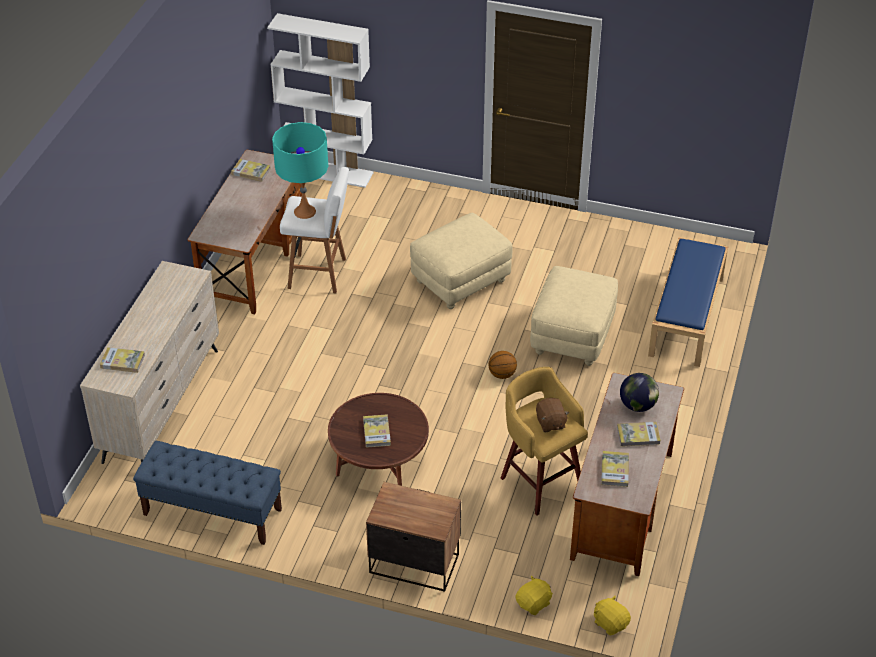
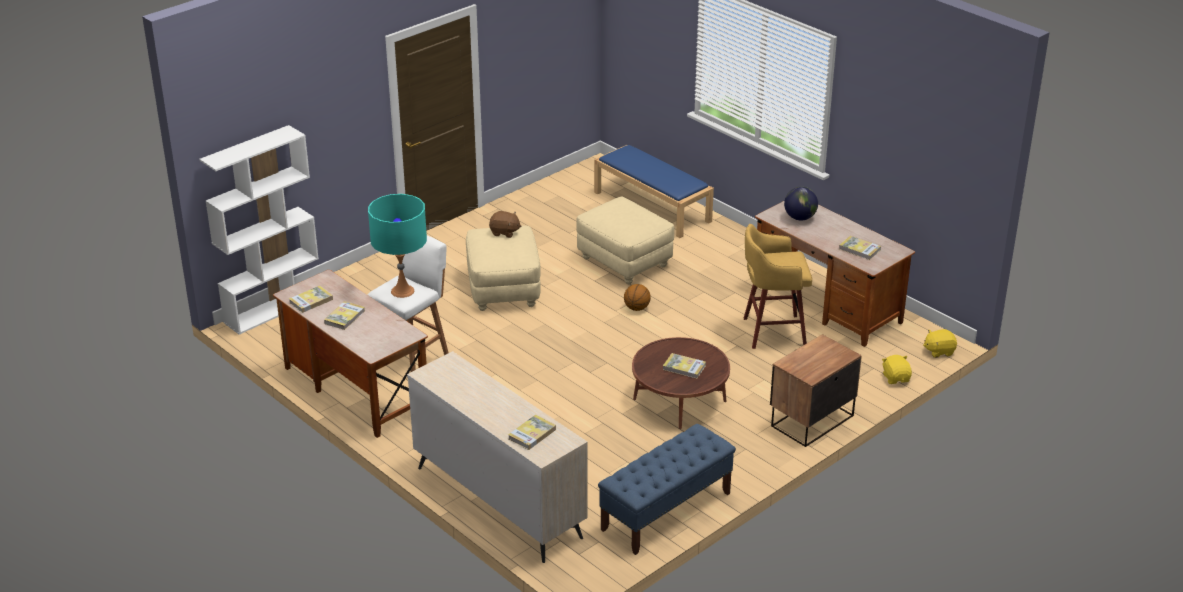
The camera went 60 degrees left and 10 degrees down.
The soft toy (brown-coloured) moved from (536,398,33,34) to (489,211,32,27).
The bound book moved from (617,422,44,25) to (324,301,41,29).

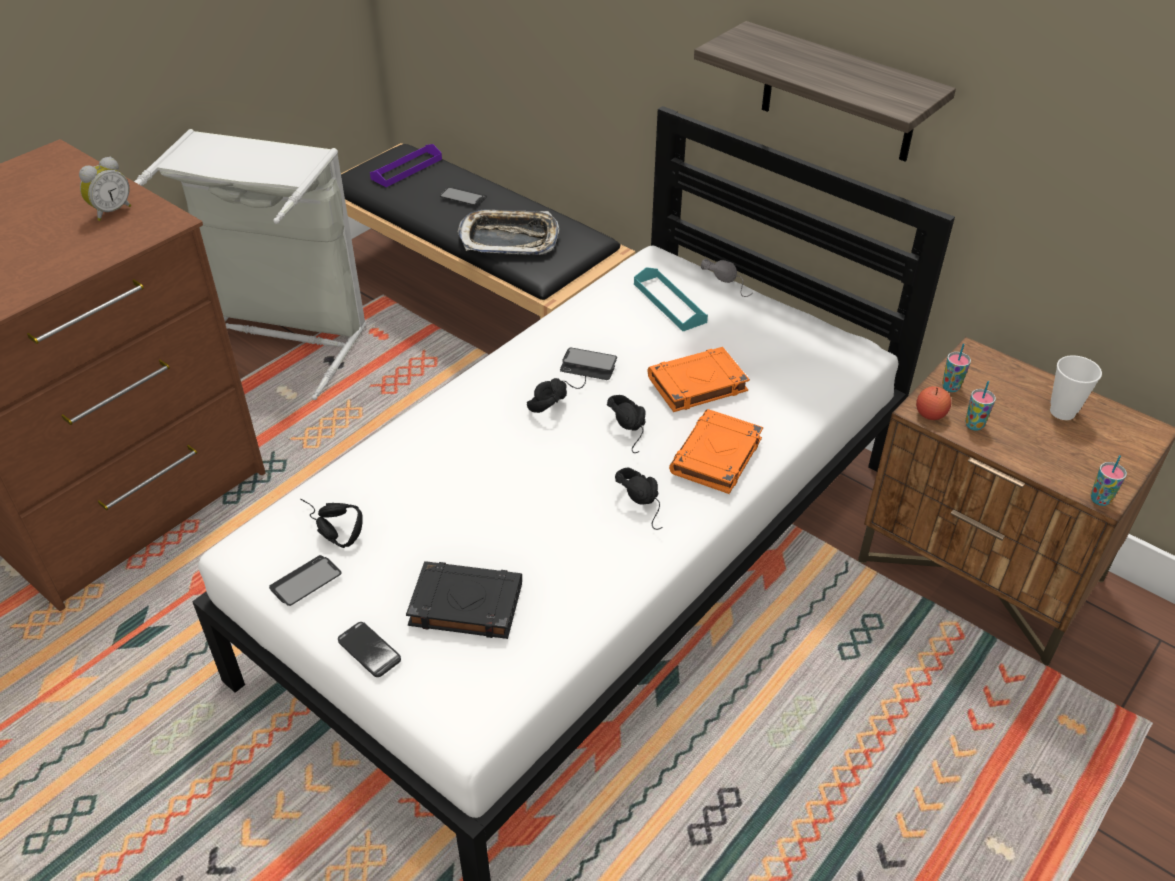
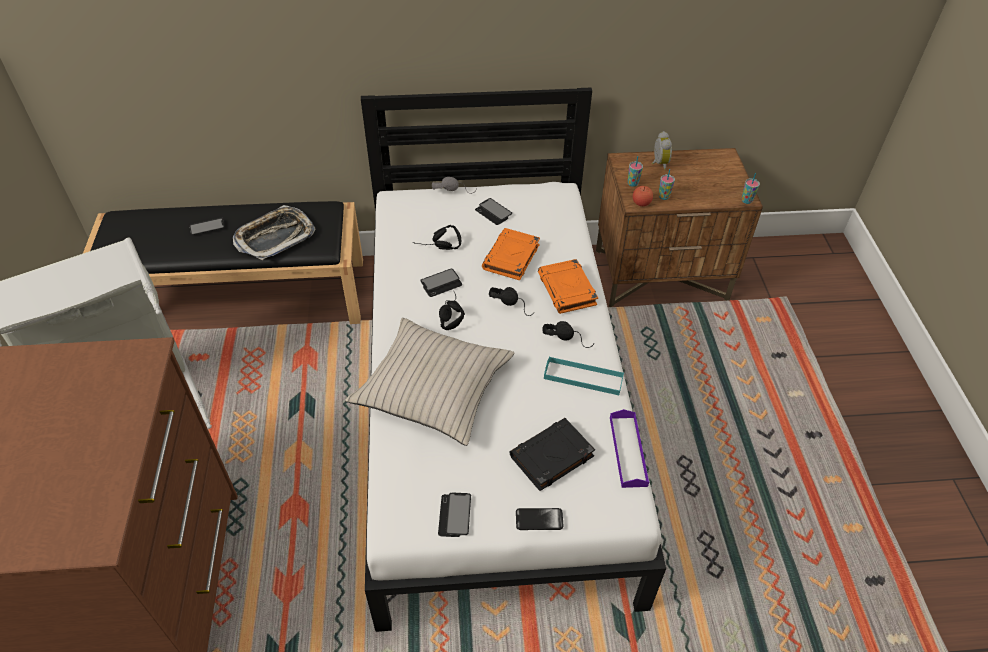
The camera went 45 degrees left and 5 degrees up.
The shelf at (694,21,262,140) disappeared.
The drinking cup at (1050,355,52,65) disappeared.
The throw pillow (beige-coloured) at (346,318,168,128) appeared.
The telephone at (475,198,37,27) appeared.
The bedside clock moved from (79,157,52,64) to (652,131,20,39).
The pair of headphones (blackish) moved from (301,499,61,49) to (413,225,48,25).
The carrying tray (purplish) moved from (370,144,72,43) to (610,409,39,79).
The carrying tray (turquoise) moved from (634,267,74,64) to (544,356,80,39).

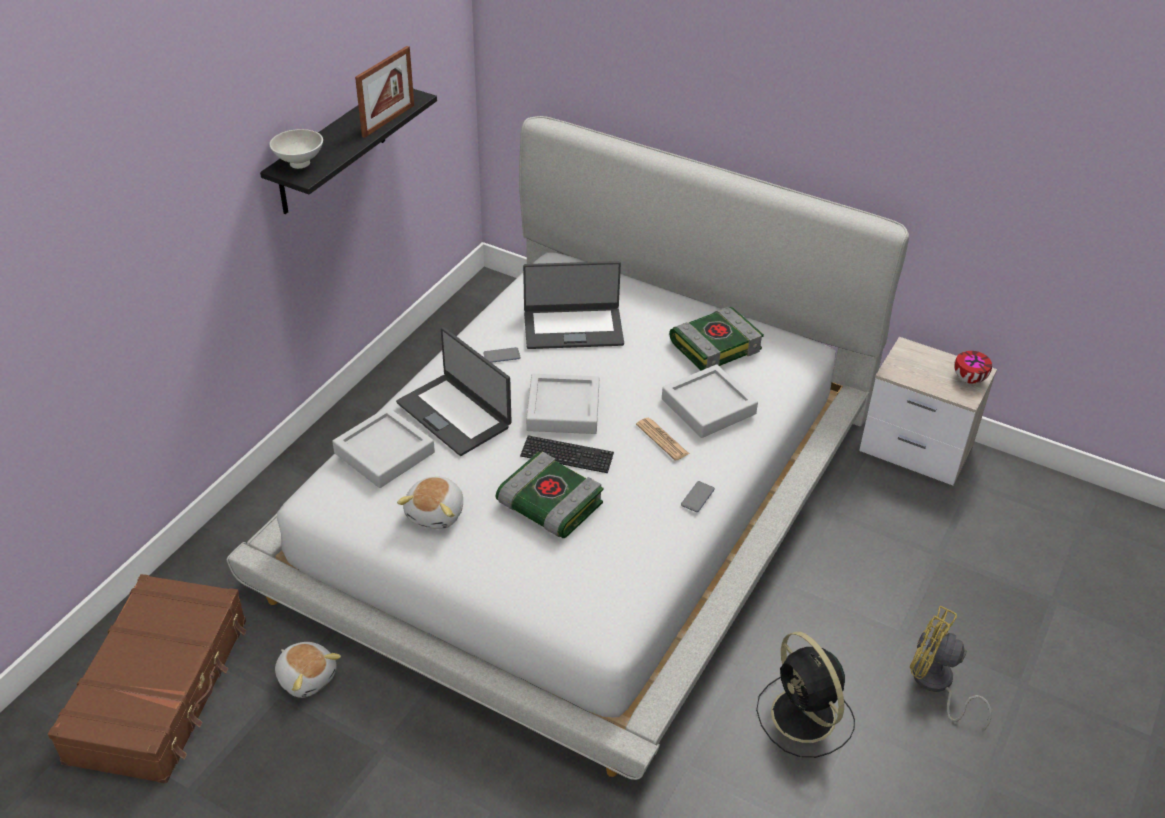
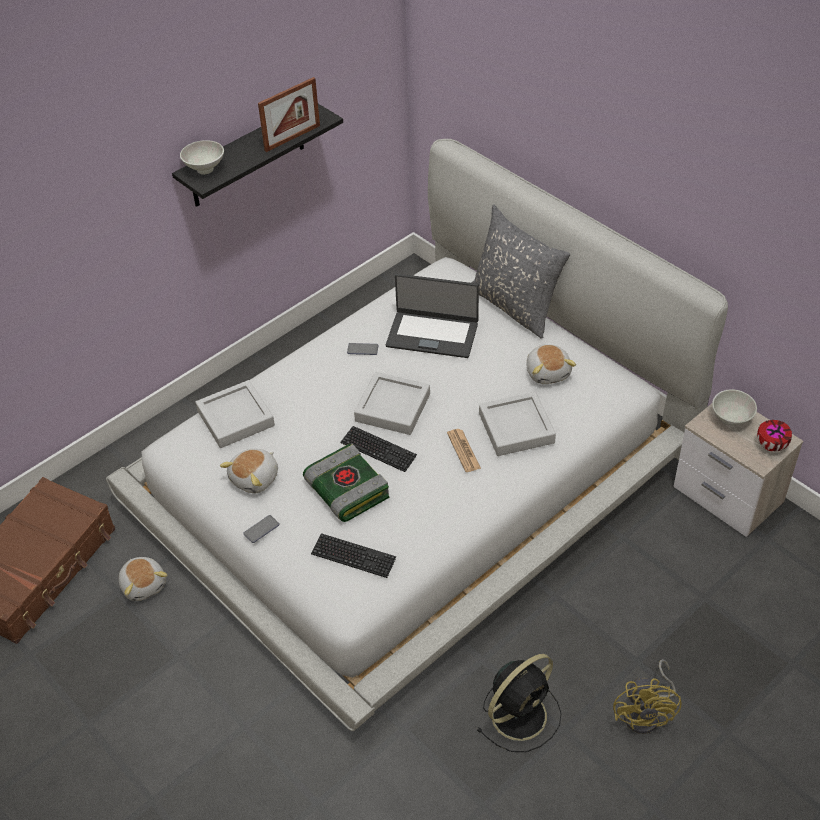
The camera went 20 degrees right and 5 degrees up.
The laptop at (396,327,116,129) disappeared.
The keyboard at (311,533,85,45) appeared.
The throw pillow (gray) at (471,205,99,134) appeared.
The deep dish (whitish) at (712,389,45,36) appeared.
The telephone moved from (681,481,34,31) to (243,515,37,28).
The bound book at (669,307,95,64) was replaced by the soft toy at (526,344,50,40).
The electric fan (blackish) at (756,631,99,127) turned 120 degrees counterclockwise.
The electric fan (yellow) at (910,606,82,125) turned 135 degrees counterclockwise.

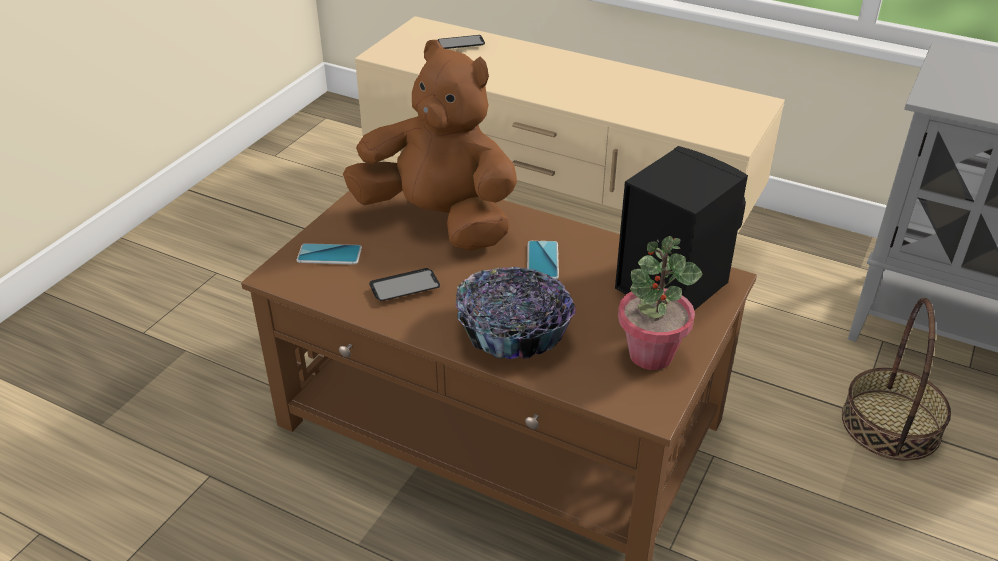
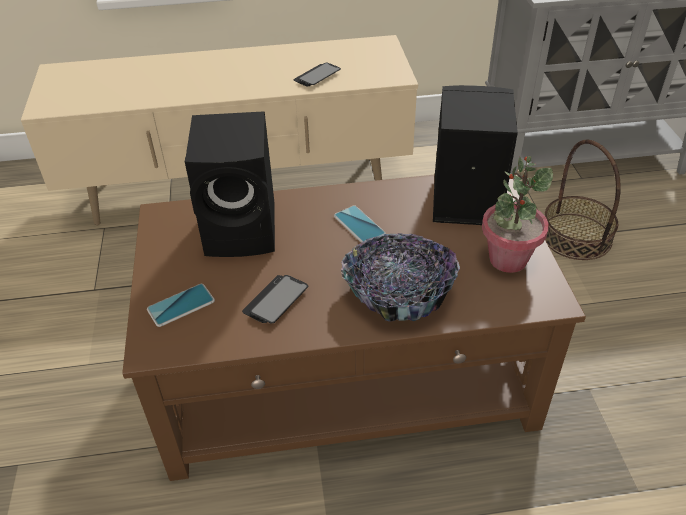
The camera went 35 degrees left and 5 degrees up.
The telephone moved from (438,35,47,14) to (293,62,48,24).
The soft toy (brown-coloured) at (343,40,174,211) was replaced by the speaker (blackish) at (185,111,90,146).

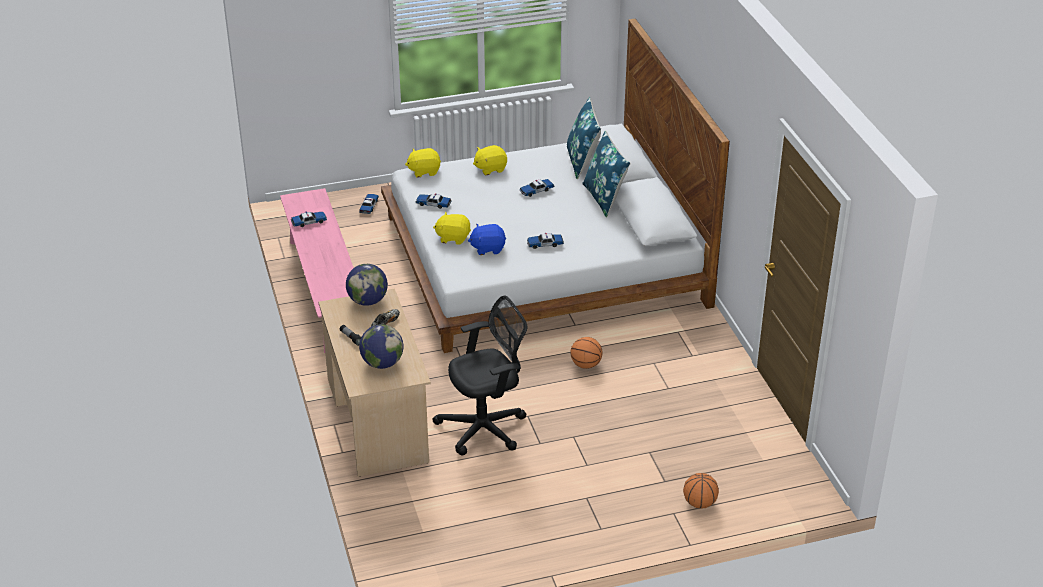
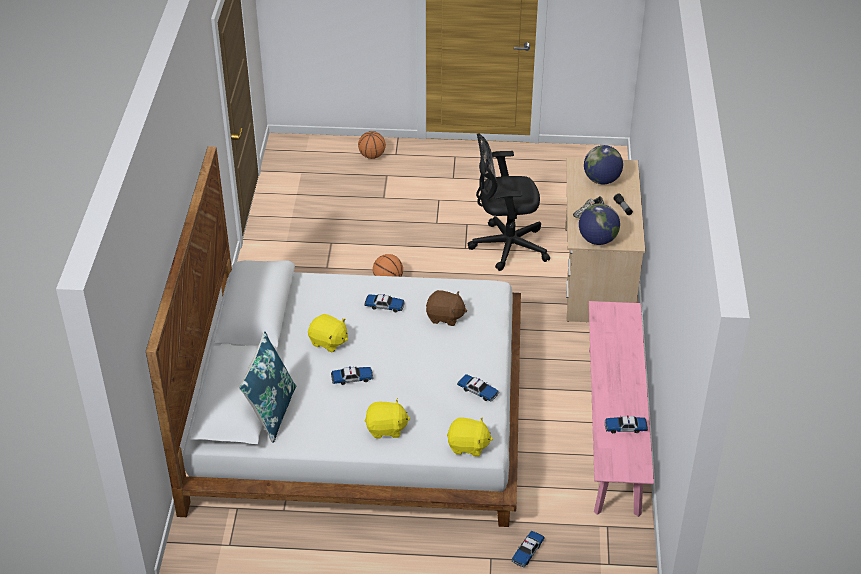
The camera went 160 degrees left and 5 degrees up.
The throw pillow (bluish) at (583,131,47,86) disappeared.
The soft toy (yellow) moved from (433,212,38,33) to (308,314,40,38).
The soft toy (bluish) at (468,224,38,31) became the soft toy (brown-coloured) at (426,290,41,36).

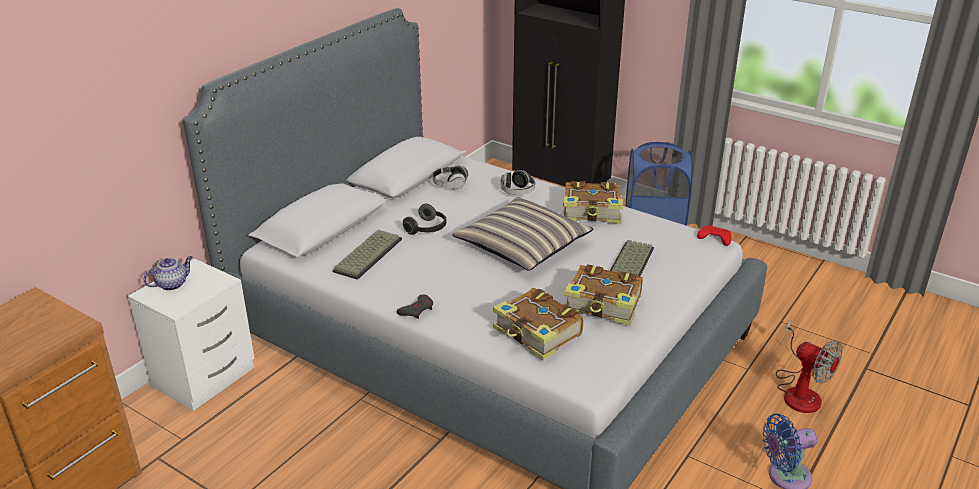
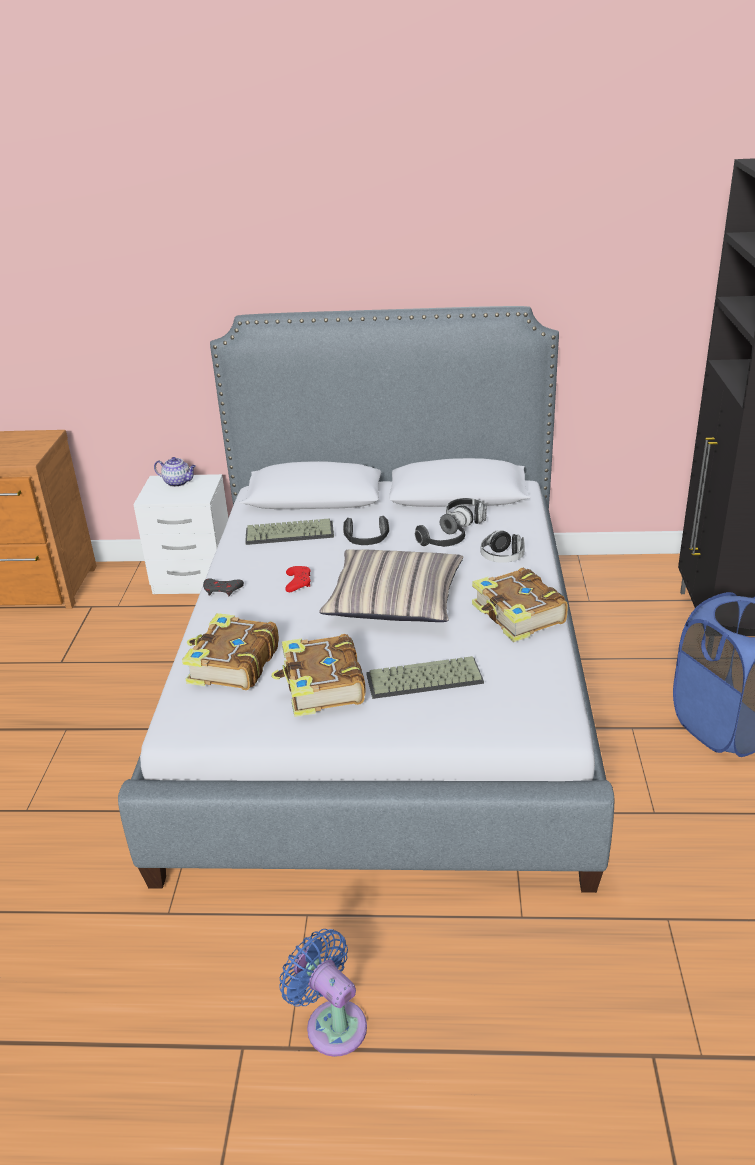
The camera went 60 degrees right and 0 degrees up.
The electric fan at (776,320,66,93) disappeared.
The pair of headphones at (415,514,50,33) appeared.
The joypad (red-coloured) moved from (697,225,35,21) to (285,566,26,26).

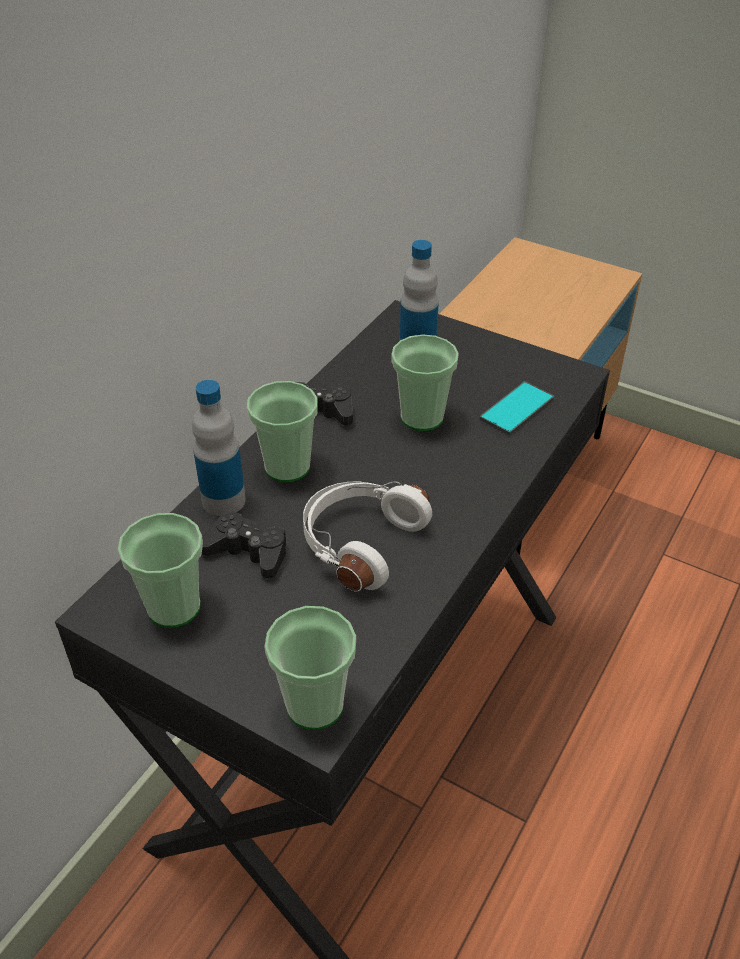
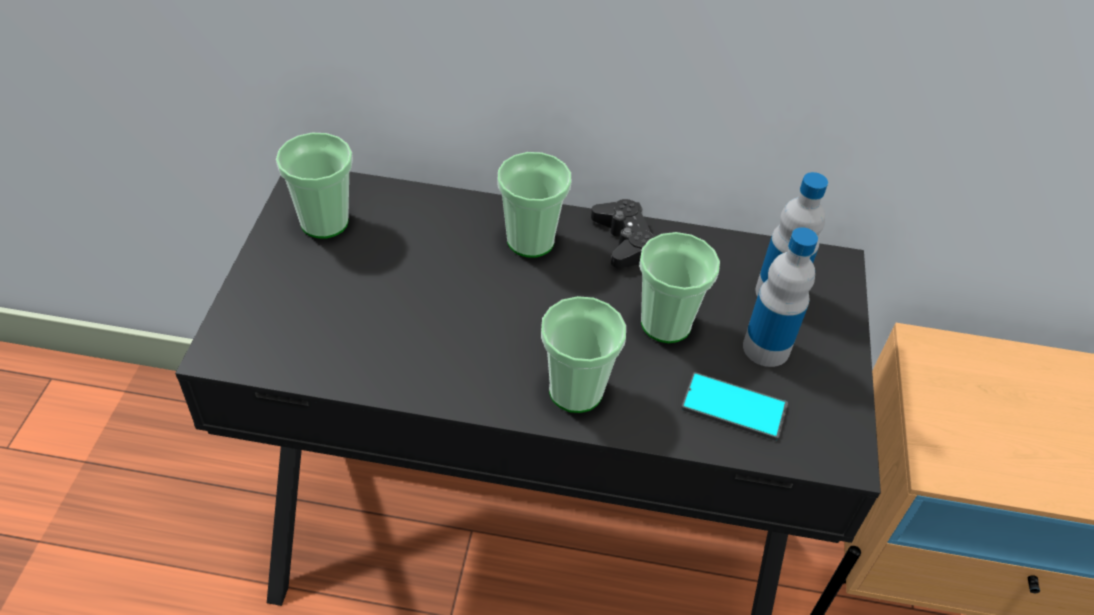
The camera went 65 degrees right and 5 degrees up.
The joypad (blackish) at (202,511,84,67) disappeared.
The pair of headphones (whitish) at (303,481,129,110) disappeared.
The drink bottle moved from (192,380,54,136) to (743,227,75,140).
The drinking cup moved from (264,606,92,124) to (541,296,85,117).

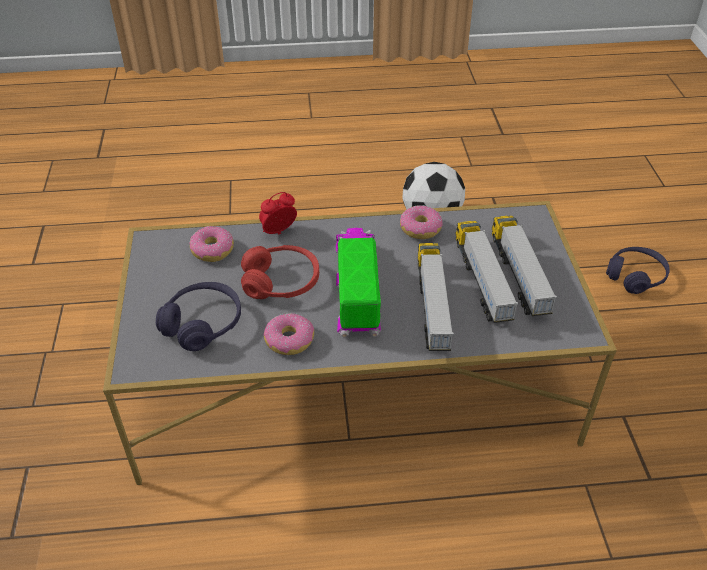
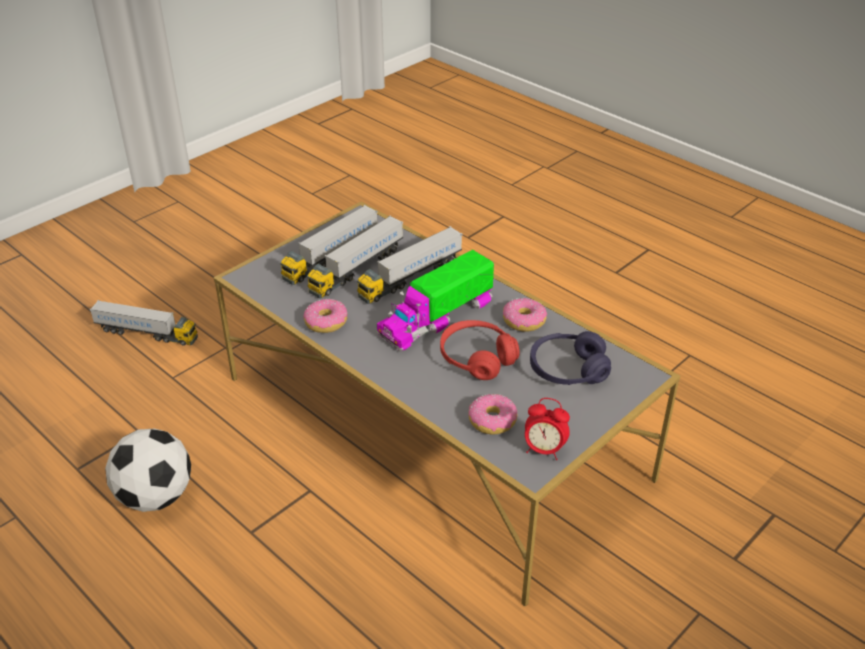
The camera went 130 degrees left and 5 degrees down.
The bedside clock moved from (259,192,38,43) to (525,398,45,62).
The pair of headphones (purplish) at (606,247,64,47) was replaced by the toy lorry at (90,300,108,46).

